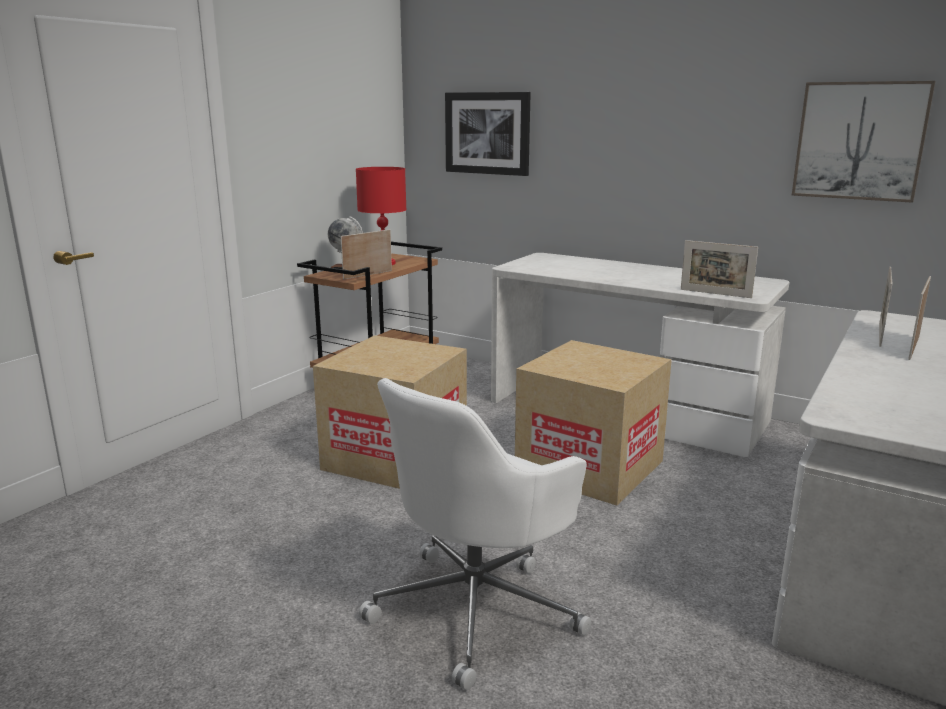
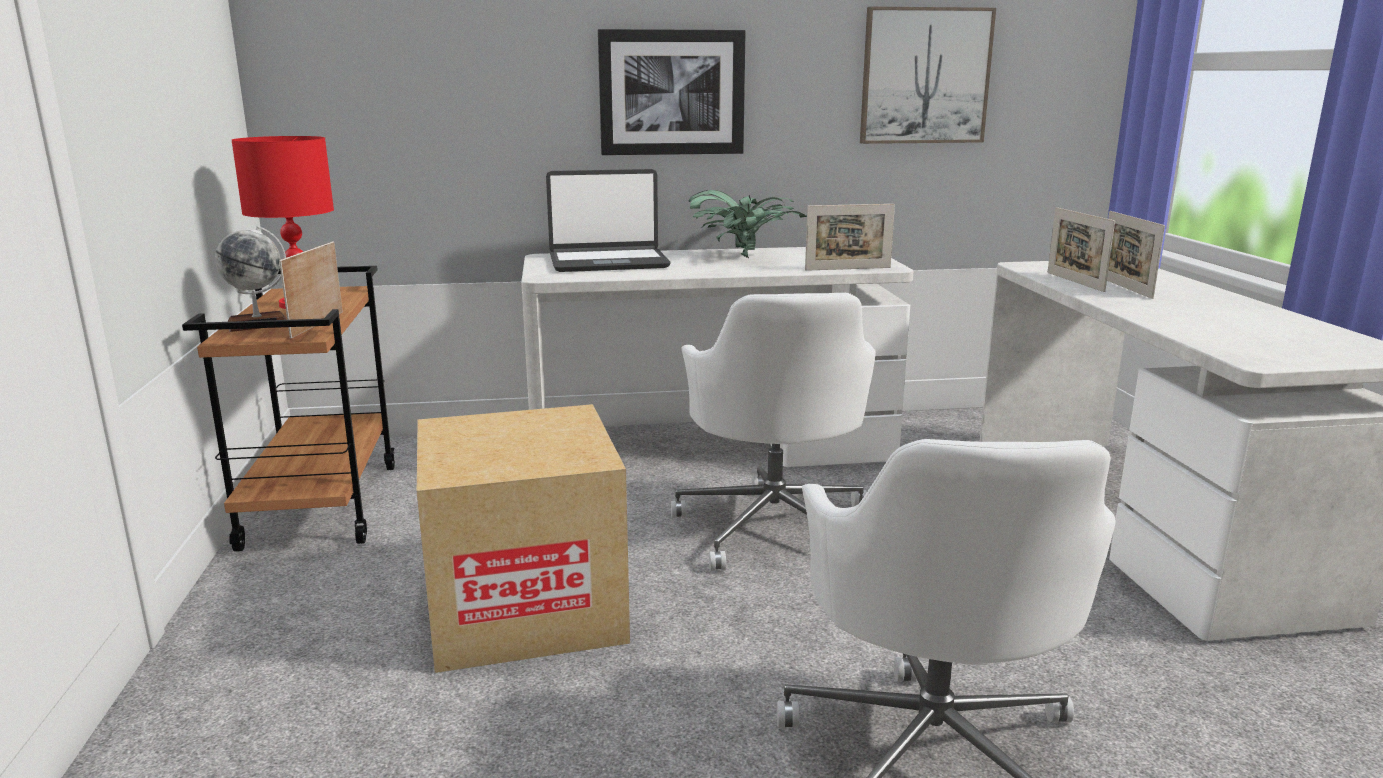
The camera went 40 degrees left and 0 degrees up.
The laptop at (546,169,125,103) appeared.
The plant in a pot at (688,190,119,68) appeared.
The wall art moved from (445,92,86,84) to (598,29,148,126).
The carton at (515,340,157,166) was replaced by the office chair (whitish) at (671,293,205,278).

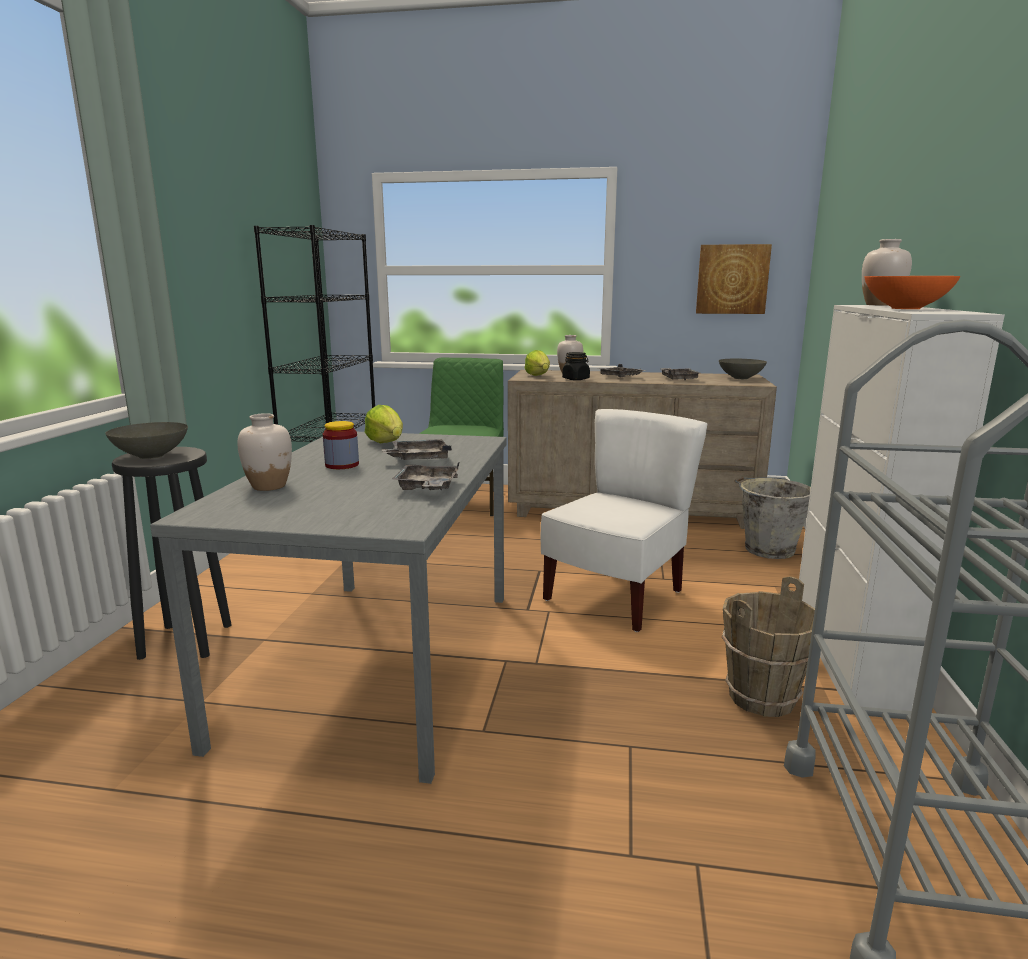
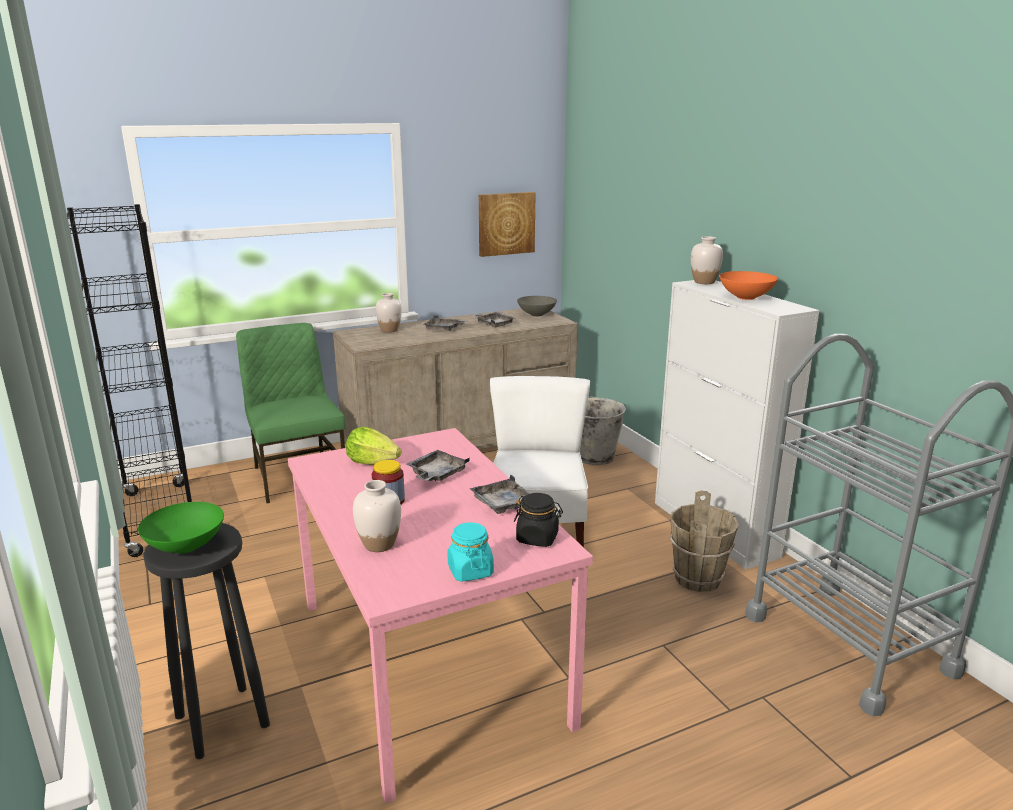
The camera went 35 degrees left and 5 degrees up.
The head of lettuce at (525,350,25,26) disappeared.
The storage jar (turquoise) at (447,522,47,60) appeared.
The storage jar (blackish) moved from (562,352,28,28) to (514,493,49,54).
The deep dish (gray) at (105,422,83,37) became the deep dish (greenish) at (138,502,86,52).
The dinner table (gray) at (150,432,356,352) became the dinner table (pink-coloured) at (288,428,305,375).

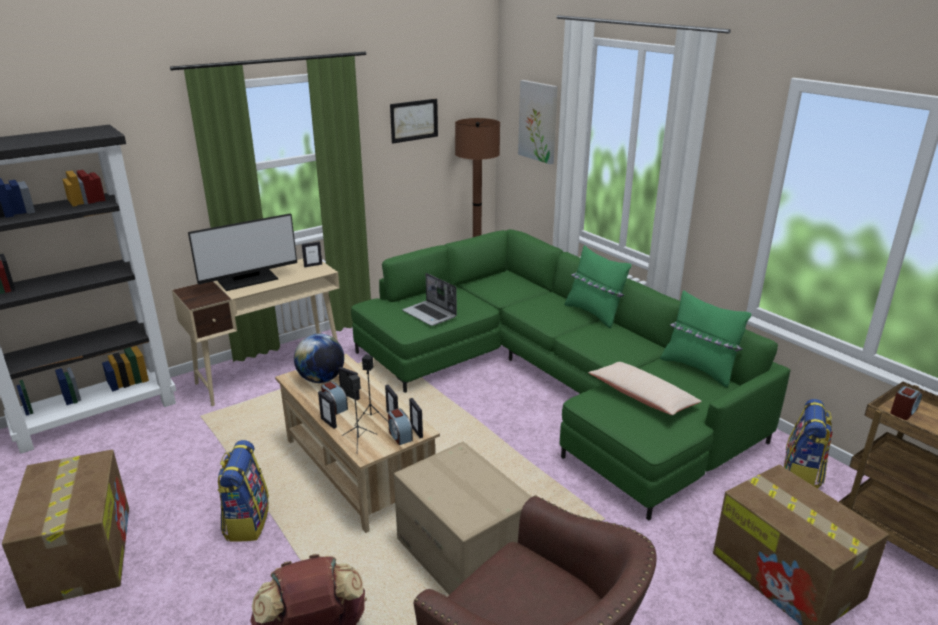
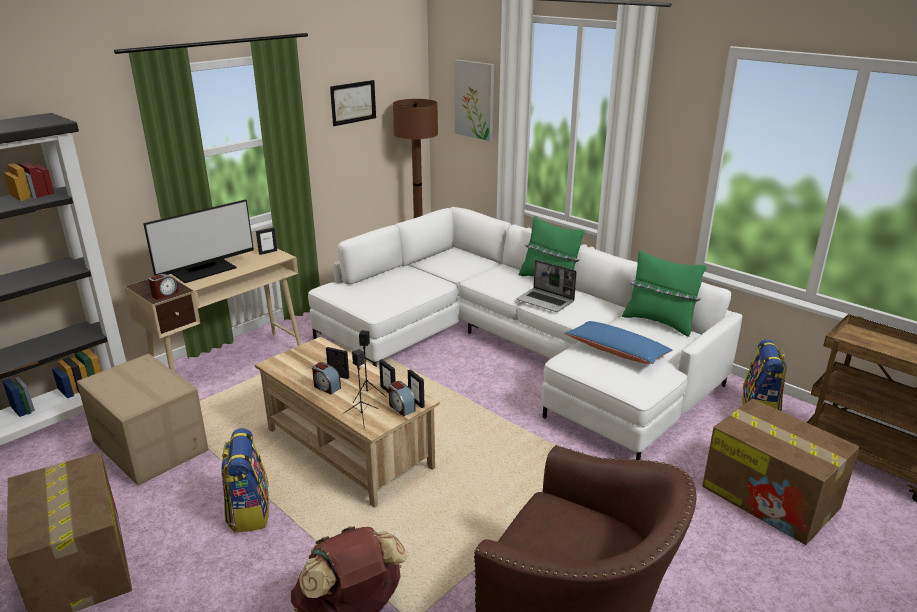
The camera went 10 degrees left and 0 degrees up.
The desk globe at (294,334,50,49) disappeared.
The picture frame at (318,391,19,38) disappeared.
The carton moved from (394,442,137,153) to (77,354,132,132).
The laptop moved from (402,273,55,53) to (517,260,60,52).
The bedside clock moved from (890,386,32,34) to (148,274,31,25).
The sofa (greenish) at (351,229,439,292) became the sofa (whitish) at (308,207,435,253).
The throw pillow (beige-coloured) at (588,362,114,53) became the throw pillow (bluish) at (564,321,108,43).

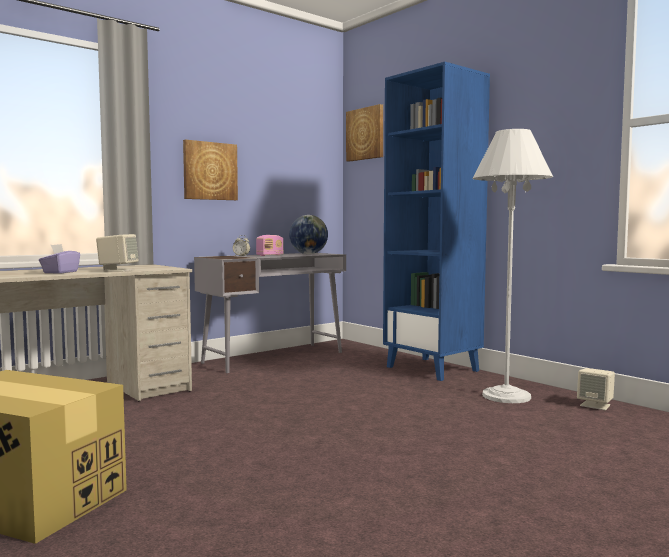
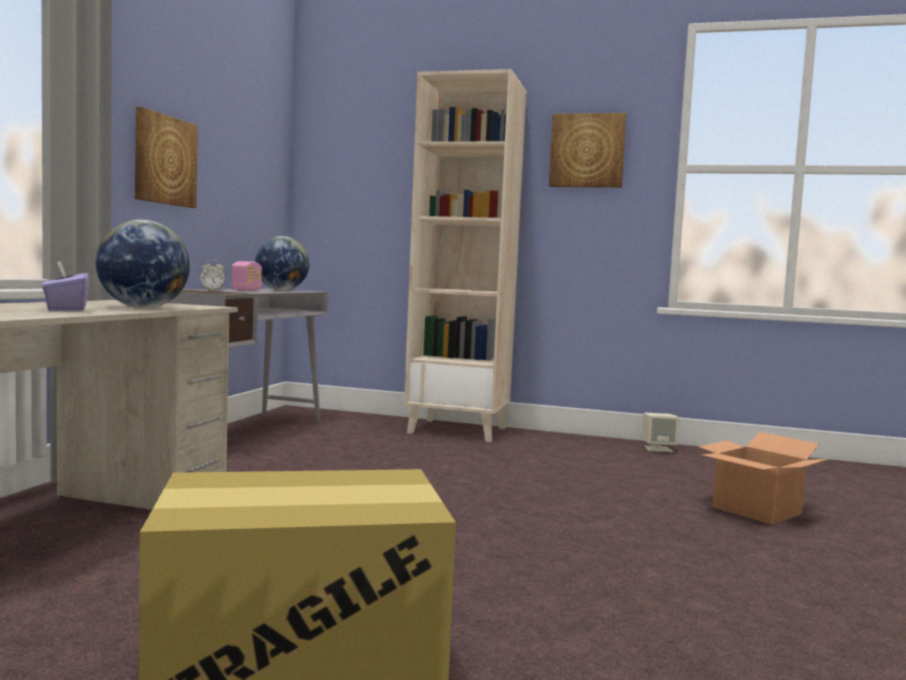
The camera went 35 degrees left and 0 degrees up.
The standing lamp (whitish) at (473,129,80,274) disappeared.
The carton at (699,432,130,93) appeared.
The wall art moved from (346,104,37,58) to (549,113,77,75).
The speaker (beige-coloured) at (96,234,43,38) was replaced by the desk globe at (96,220,94,88).
The bookshelf (bluish) at (383,62,107,319) became the bookshelf (beige-coloured) at (404,69,123,373).

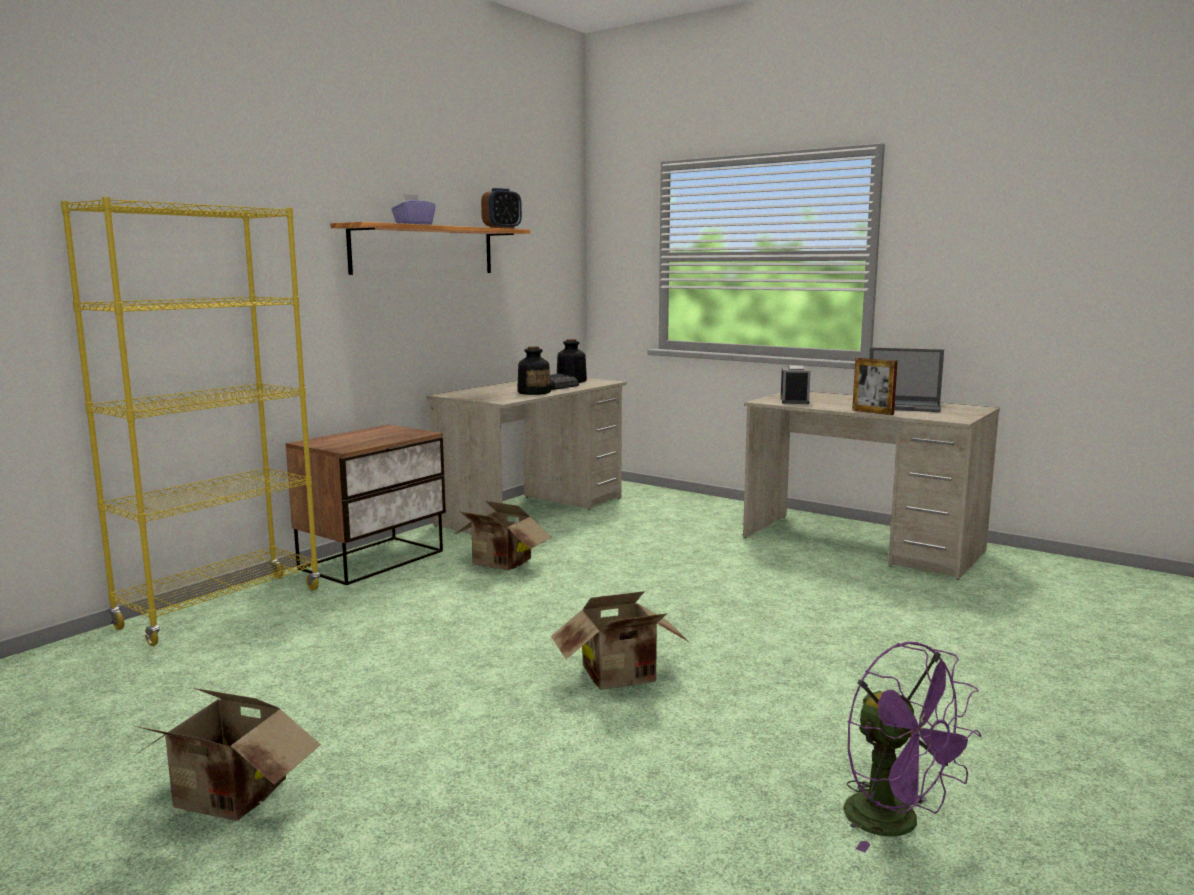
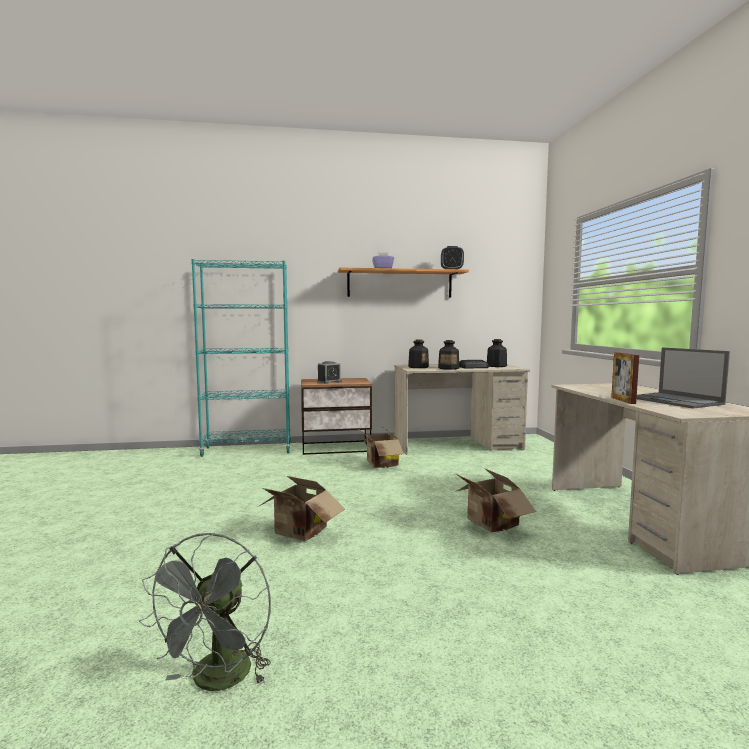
The camera went 45 degrees right and 5 degrees down.
The drink bottle at (408,339,21,29) appeared.
The carton moved from (134,688,187,133) to (456,468,80,64).
The bedside clock moved from (780,365,31,39) to (317,361,25,23).
The bookshelf (yellow) at (61,197,259,449) became the bookshelf (turquoise) at (191,259,100,198).
The electric fan (purplish) at (843,642,138,210) became the electric fan (gray) at (139,532,132,159).

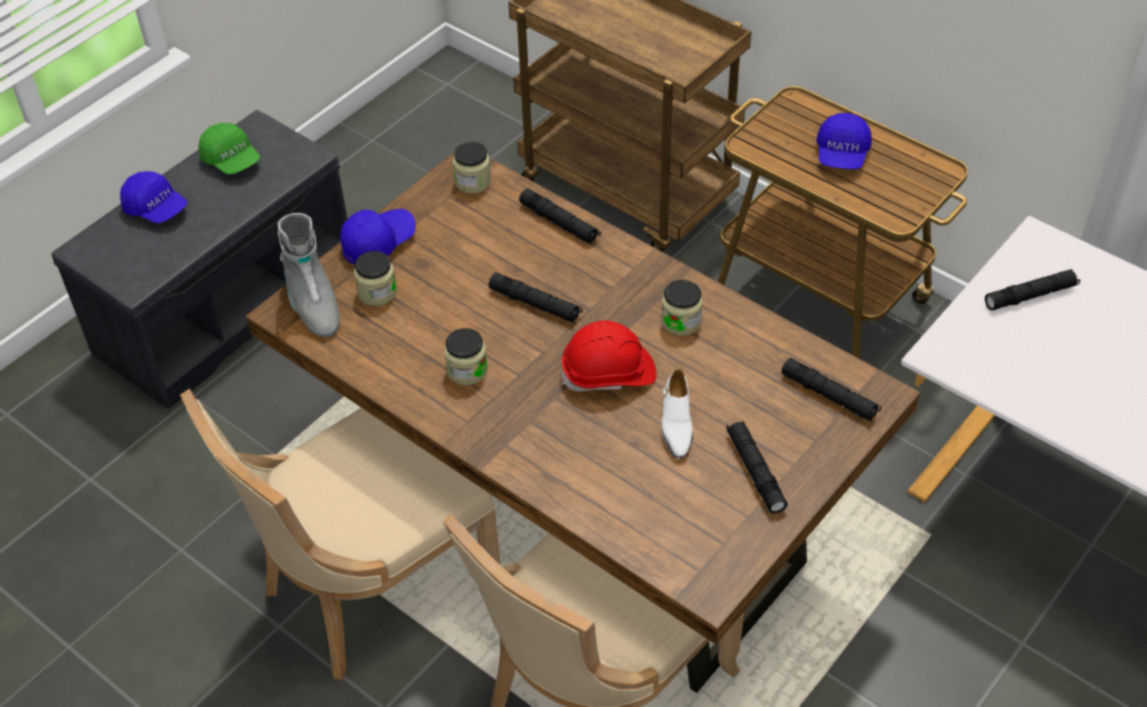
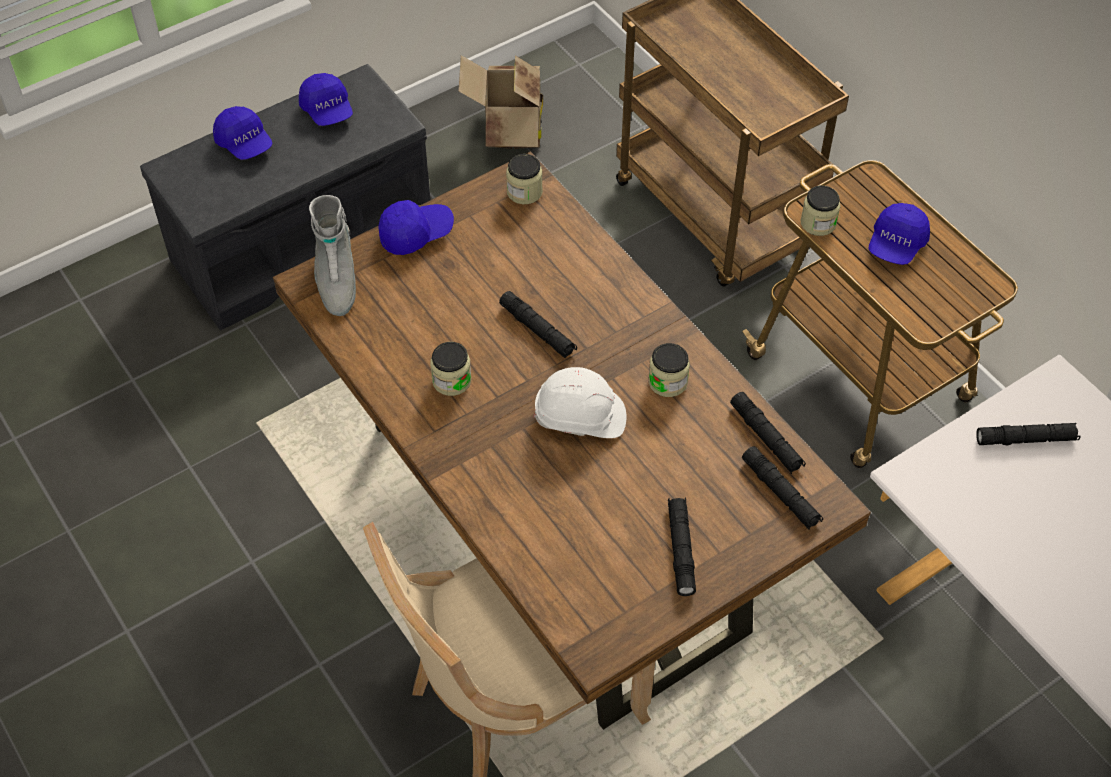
The camera went 15 degrees right and 5 degrees up.
The plain chair (beige-coloured) at (180,388,321,292) disappeared.
The item of footwear (whitish) at (661,369,32,90) disappeared.
The carton at (458,55,85,94) appeared.
The storage jar moved from (354,251,43,55) to (801,186,39,50).
The torch (blackish) moved from (519,189,82,55) to (730,392,76,82).
The baseball cap (greenish) at (199,123,61,52) became the baseball cap (bluish) at (299,73,54,53).
The safety helmet (red-coloured) at (562,321,95,70) became the safety helmet (whitish) at (534,367,92,71).

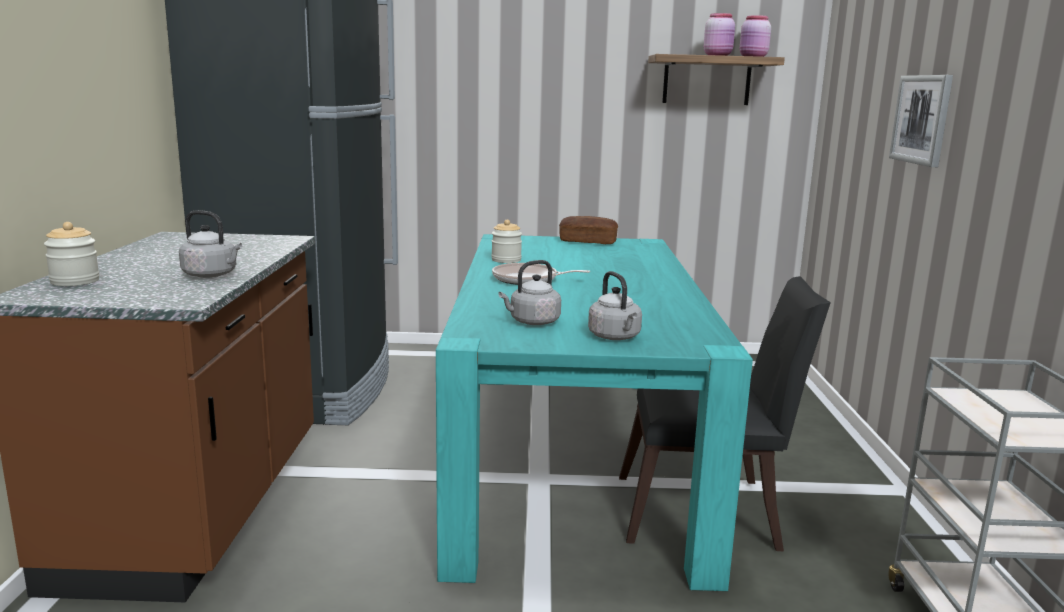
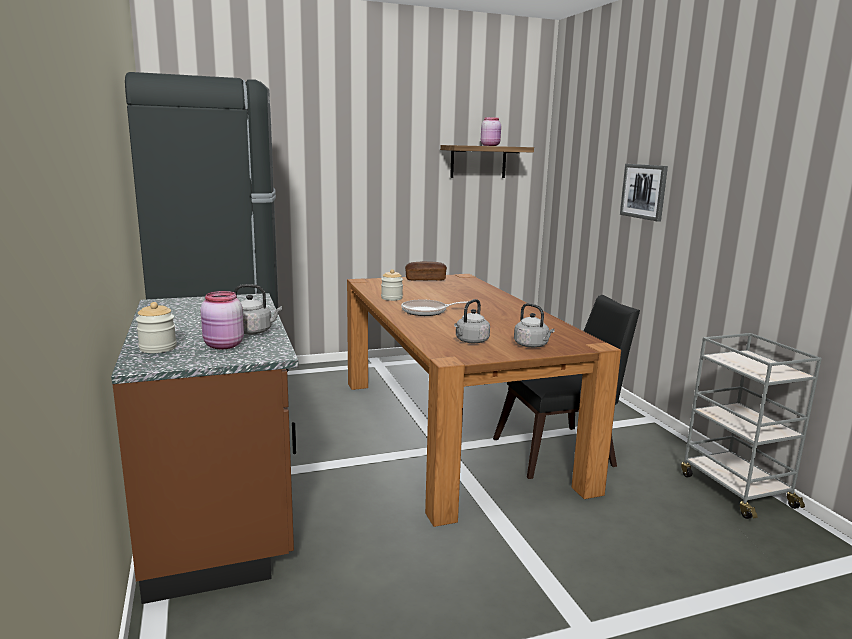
The camera went 20 degrees left and 0 degrees up.
The storage jar (pink-coloured) moved from (740,15,31,42) to (201,291,43,58).
The dinner table (turquoise) at (436,234,317,357) became the dinner table (brown-coloured) at (347,274,274,253).

